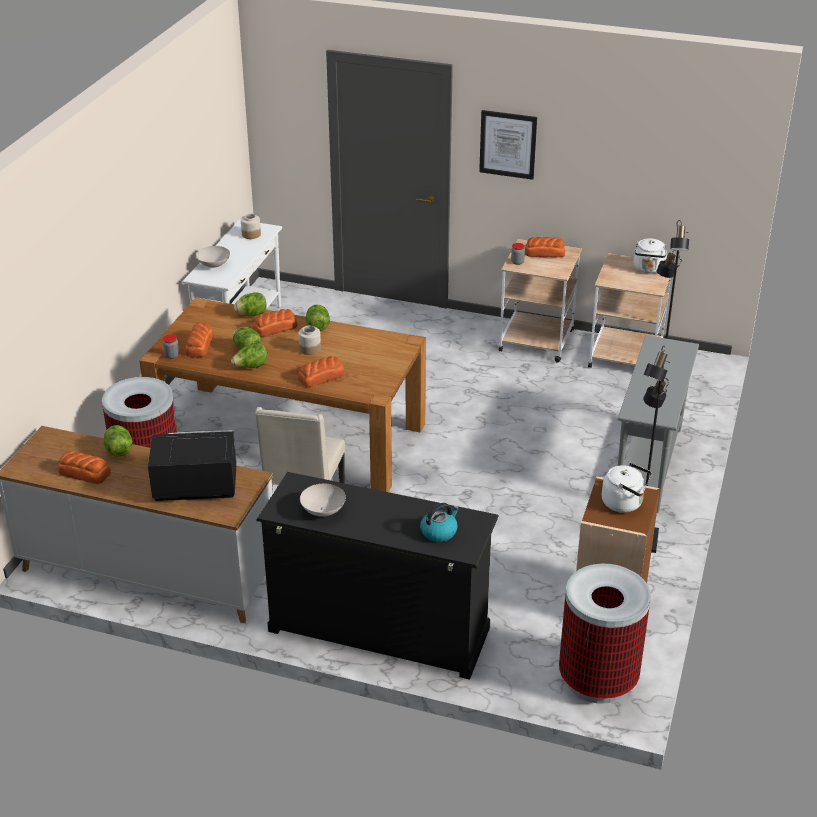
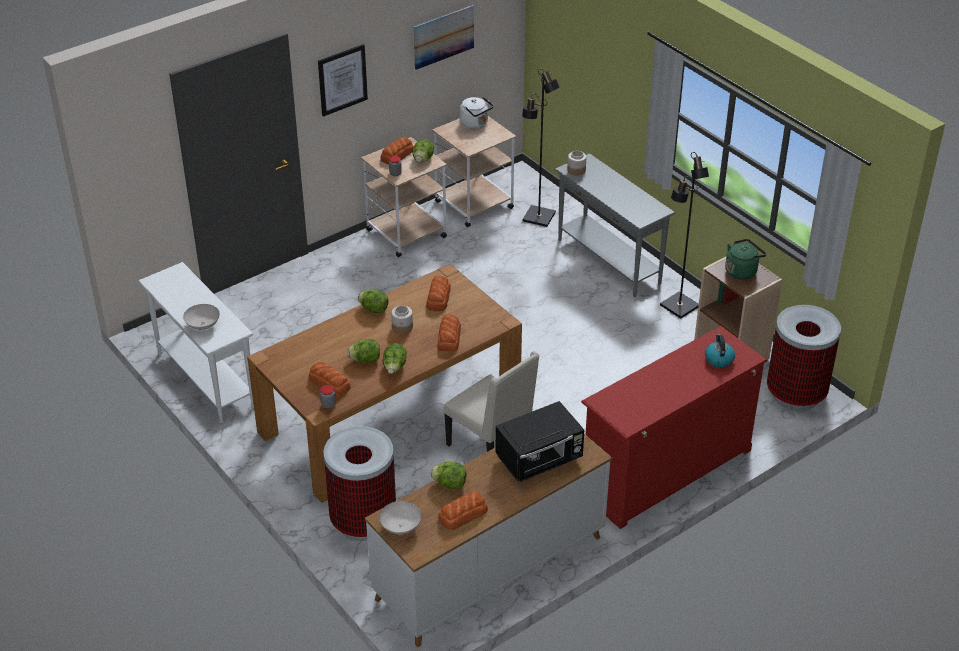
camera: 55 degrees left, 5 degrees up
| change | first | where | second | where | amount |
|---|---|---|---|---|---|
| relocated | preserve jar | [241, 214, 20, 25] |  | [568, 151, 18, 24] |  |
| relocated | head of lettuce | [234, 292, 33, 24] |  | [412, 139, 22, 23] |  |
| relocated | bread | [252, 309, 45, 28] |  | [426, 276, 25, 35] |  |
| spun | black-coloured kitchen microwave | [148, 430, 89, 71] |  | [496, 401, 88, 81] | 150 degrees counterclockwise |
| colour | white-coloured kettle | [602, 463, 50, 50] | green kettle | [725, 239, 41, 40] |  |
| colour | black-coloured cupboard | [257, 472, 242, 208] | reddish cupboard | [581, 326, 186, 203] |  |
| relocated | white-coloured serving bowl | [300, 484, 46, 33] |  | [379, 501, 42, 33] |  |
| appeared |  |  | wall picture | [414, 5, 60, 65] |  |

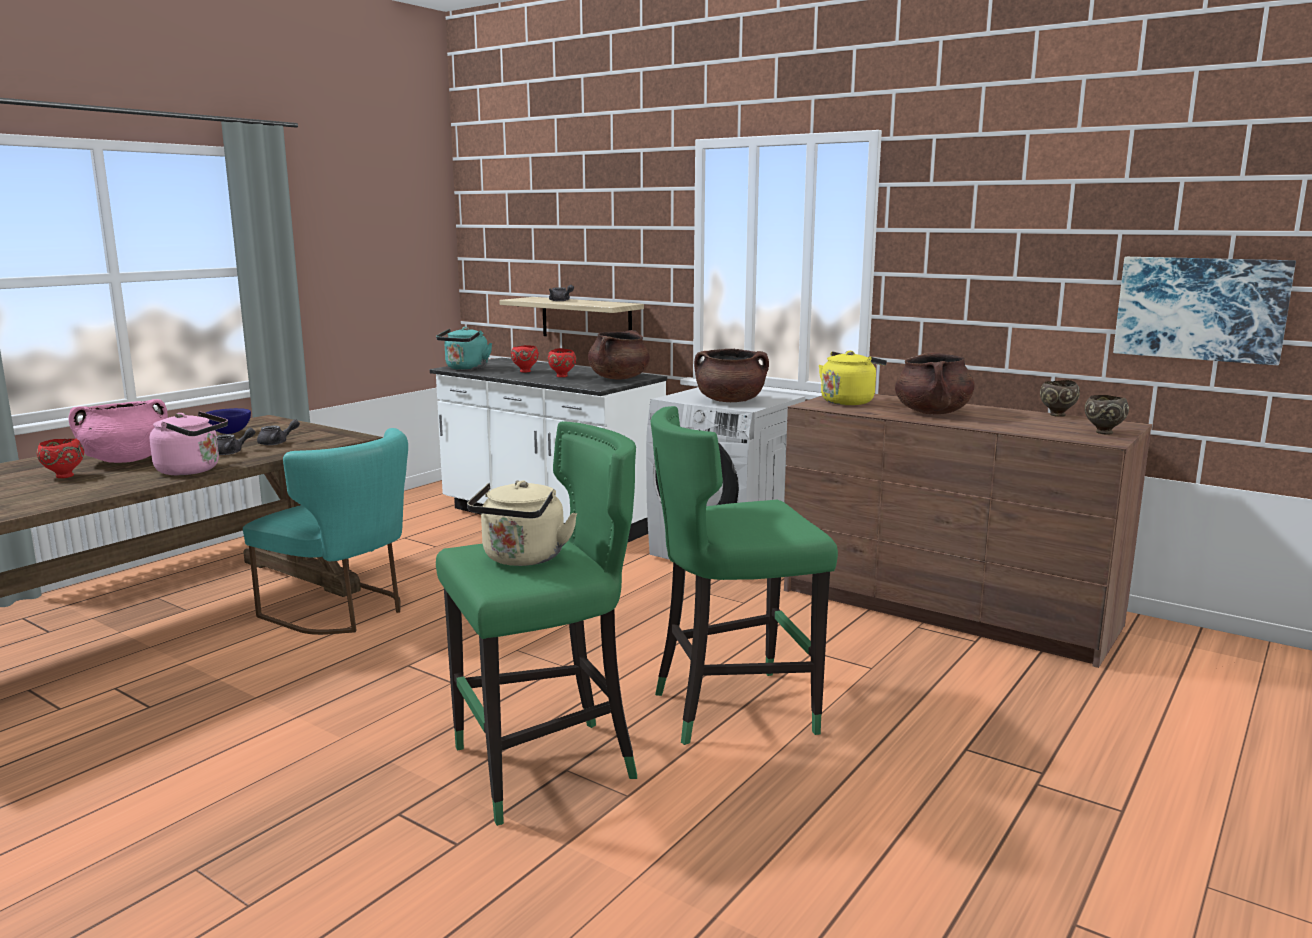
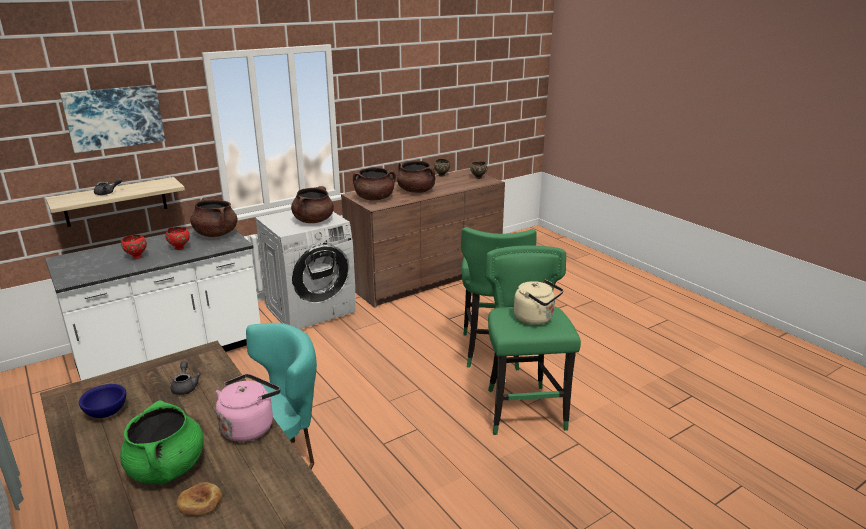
camera: 70 degrees left, 10 degrees up
| change | first | where | second | where | amount |
|---|---|---|---|---|---|
| relocated | wall picture | [1113, 257, 183, 108] |  | [60, 85, 105, 68] |  |
| missing | turquoise-coloured kettle | [436, 327, 56, 43] |  |  |  |
| exchanged | yellow-coloured kettle | [819, 351, 68, 54] | brownish stockpot | [353, 167, 43, 33] |  |
| colour | pinkish stockpot | [69, 399, 99, 64] | green stockpot | [120, 400, 83, 84] |  |
| missing | greyish tea pot | [217, 428, 38, 27] |  |  |  |
| exchanged | reddish serving bowl | [37, 439, 47, 39] | bread | [177, 482, 46, 34] |  |

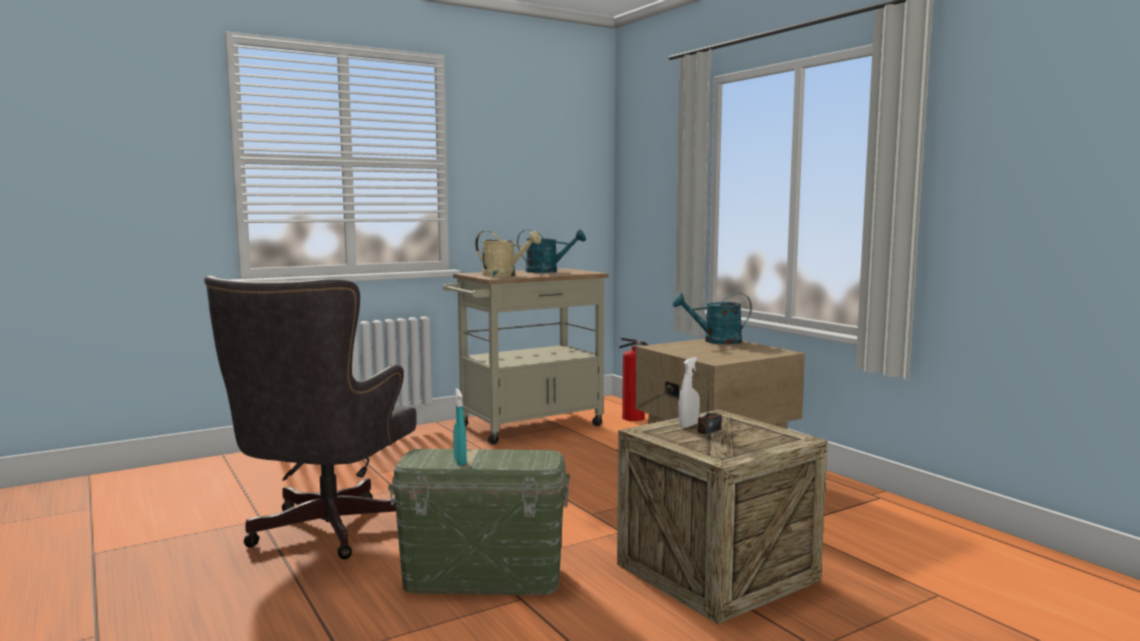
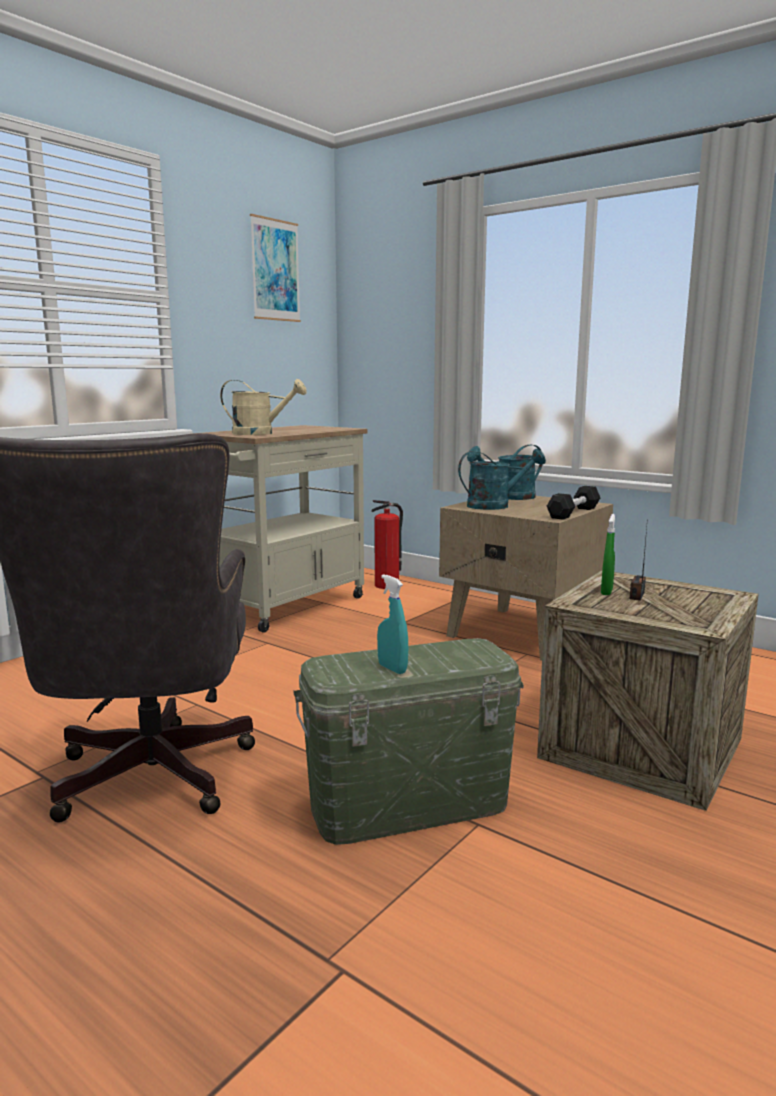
camera: 20 degrees left, 5 degrees up
| change | first | where | second | where | amount |
|---|---|---|---|---|---|
| relocated | turquoise-coloured watering pot | [517, 229, 69, 44] |  | [458, 449, 88, 61] |  |
| colour | white-coloured hand sprayer | [679, 357, 21, 71] | green hand sprayer | [601, 514, 14, 81] |  |
| appeared |  |  | wall picture | [250, 214, 51, 108] |  |
| appeared |  |  | black-coloured dumbbell | [547, 486, 53, 34] |  |

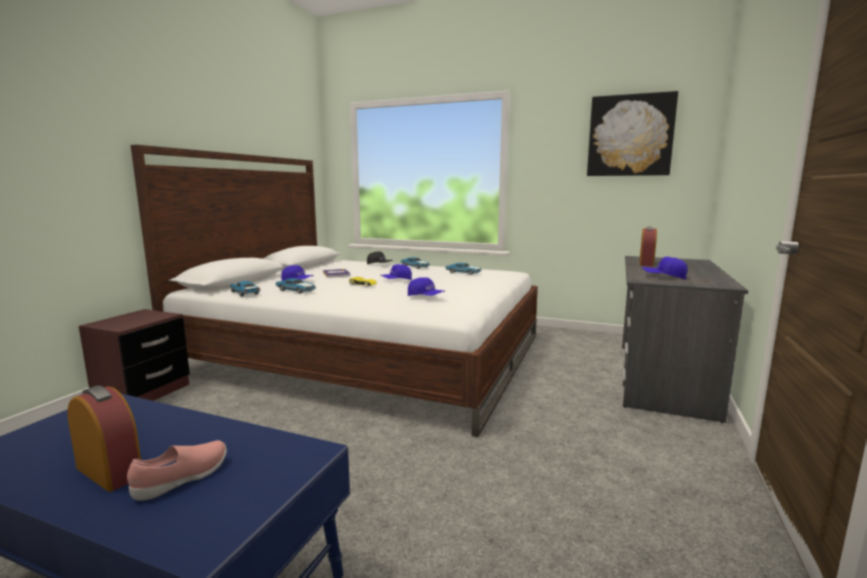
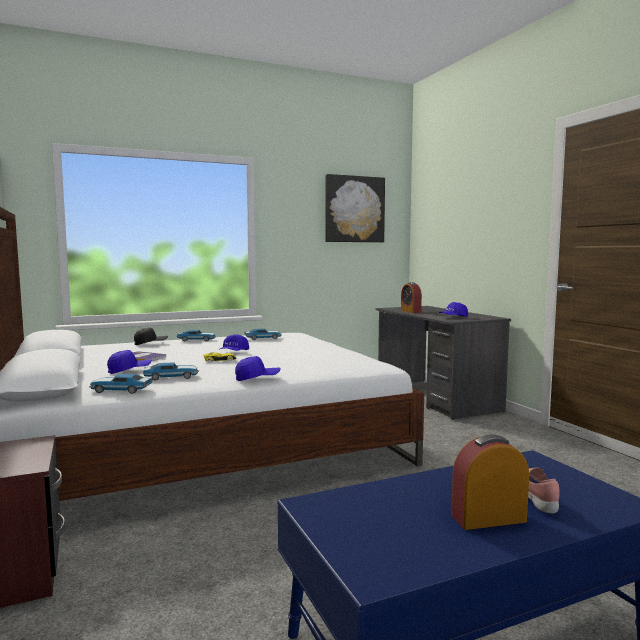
camera: 45 degrees left, 5 degrees down
| change | first | where | second | where | amount |
|---|---|---|---|---|---|
| relocated | bluish baseball cap | [408, 277, 37, 19] |  | [235, 356, 45, 25] |  |

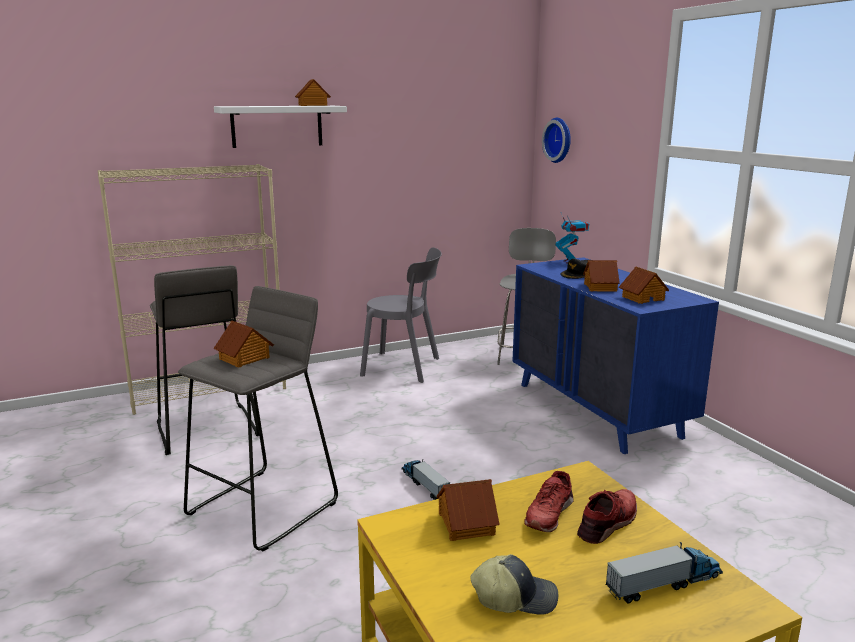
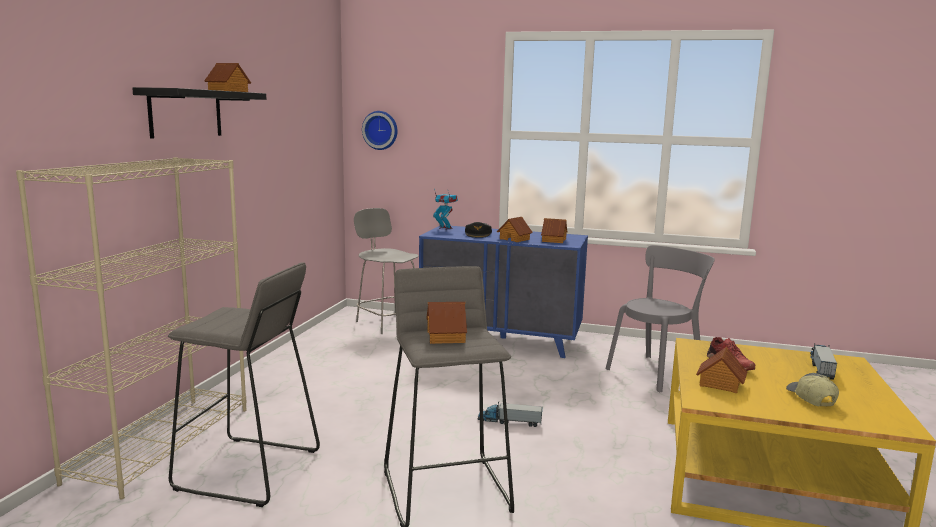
camera: 50 degrees left, 5 degrees down
| change | first | where | second | where | amount |
|---|---|---|---|---|---|
| colour | white-coloured wall shelf | [214, 106, 133, 42] | black-coloured wall shelf | [132, 87, 134, 51] |  |
| relocated | greyish chair | [360, 247, 82, 136] |  | [606, 245, 109, 148] |  |
| missing | reddish low shoe | [577, 489, 60, 55] |  |  |  |
| spun | baseball cap | [470, 554, 88, 60] |  | [786, 373, 53, 34] | 45 degrees counterclockwise |

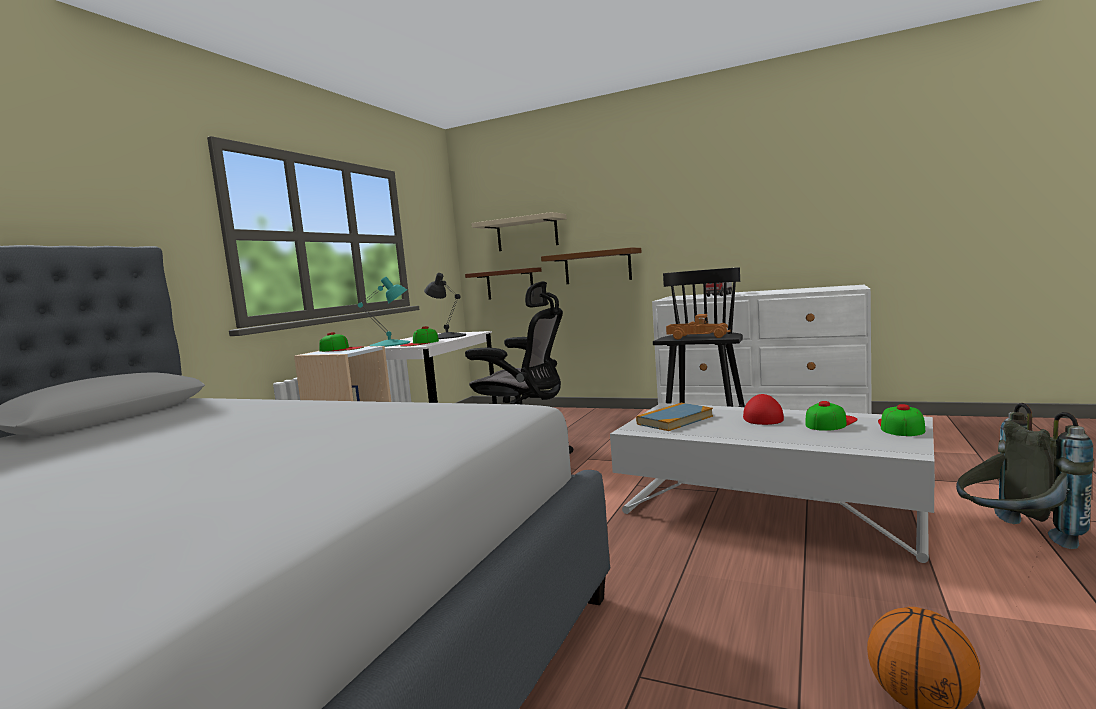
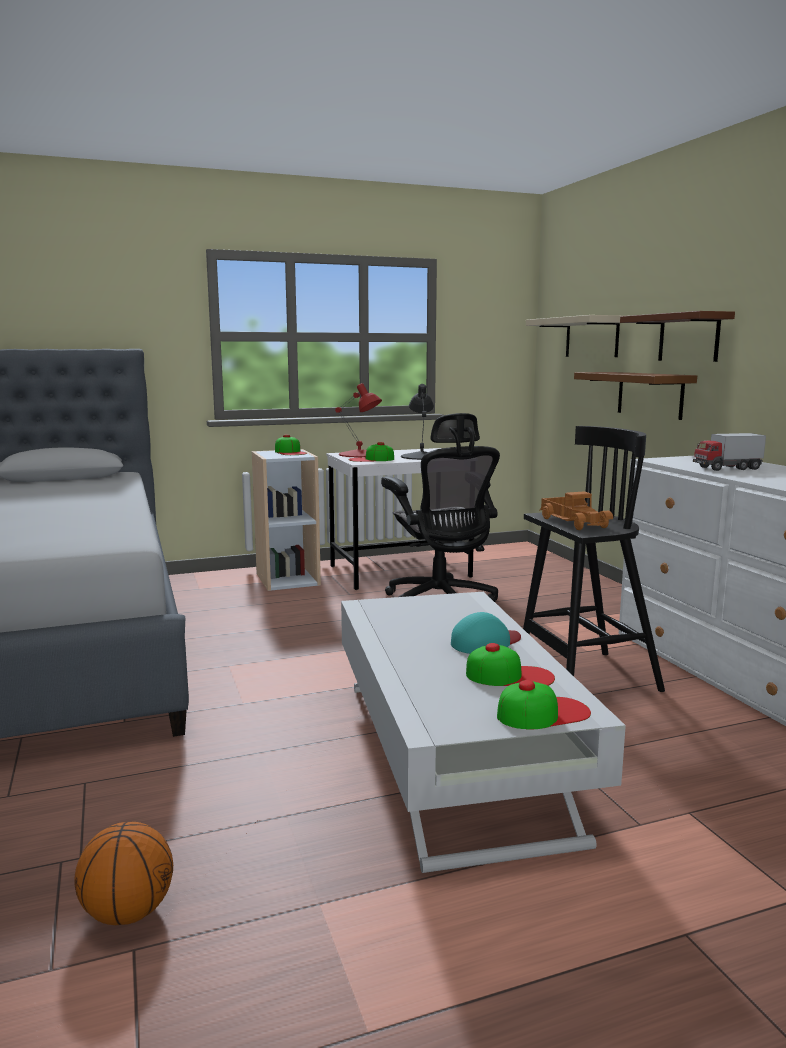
camera: 45 degrees right, 5 degrees up
| change | first | where | second | where | amount |
|---|---|---|---|---|---|
| relocated | brownish wall shelf | [465, 267, 77, 33] |  | [620, 311, 115, 51] |  |
| colour | turquoise-coloured tabletop lamp | [358, 277, 52, 70] | reddish tabletop lamp | [335, 383, 47, 74] |  |
| colour | reddish baseball cap | [743, 394, 41, 31] | turquoise-coloured baseball cap | [451, 612, 70, 42] |  |
| missing | book | [636, 403, 77, 28] |  |  |  |
| missing | greyish rucksack | [956, 403, 138, 146] |  |  |  |

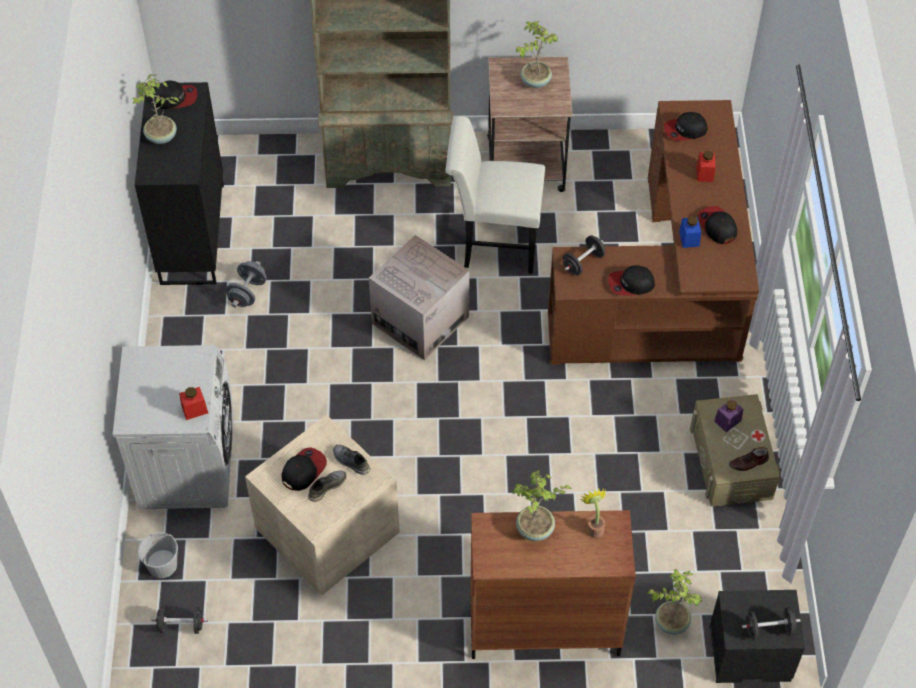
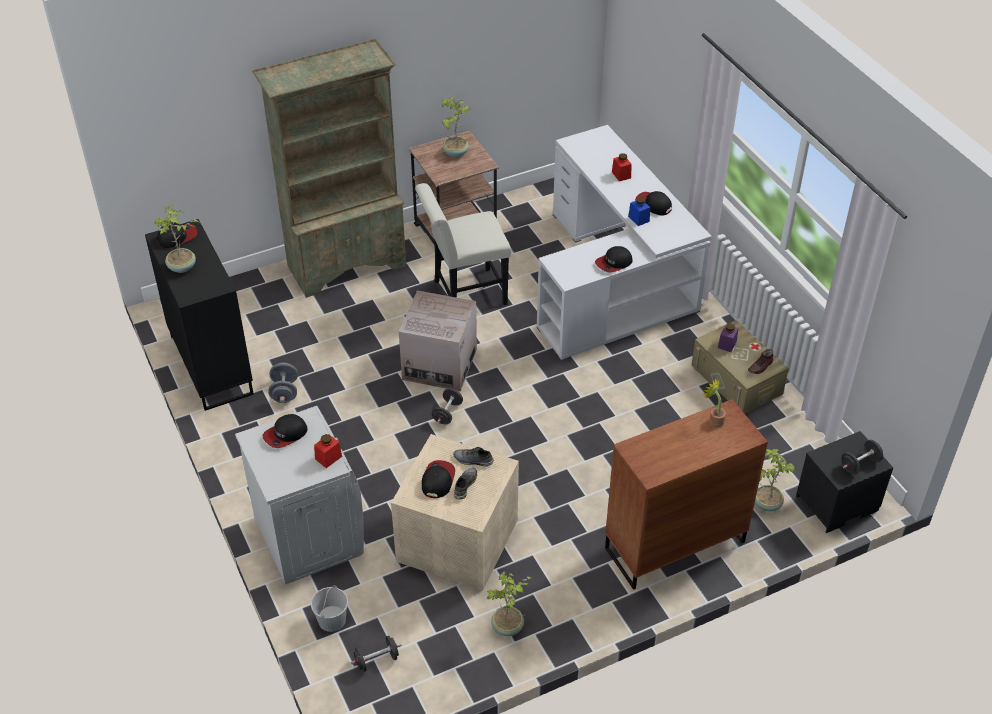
camera: 25 degrees left, 10 degrees down
| change | first | where | second | where | amount |
|---|---|---|---|---|---|
| colour | brownish desk unit | [548, 100, 211, 265] | white-coloured desk unit | [537, 125, 175, 236] |  |
| relocated | baseball cap | [664, 112, 44, 29] |  | [263, 414, 44, 34] |  |
| relocated | black-coloured dumbbell | [563, 235, 42, 40] |  | [432, 388, 31, 36] |  |
| relocated | plant in a pot | [512, 470, 60, 71] |  | [487, 572, 44, 64] |  |

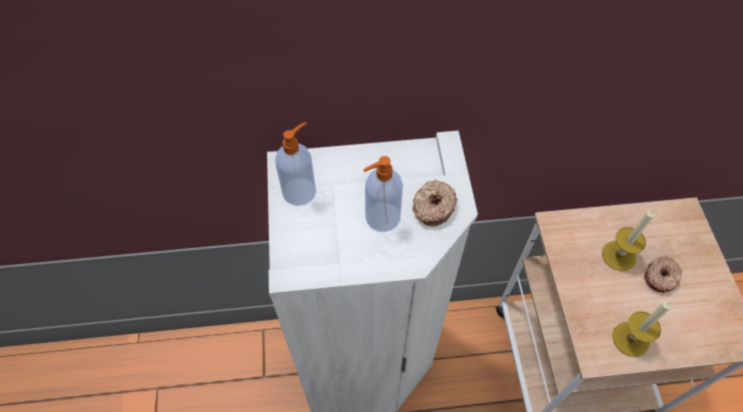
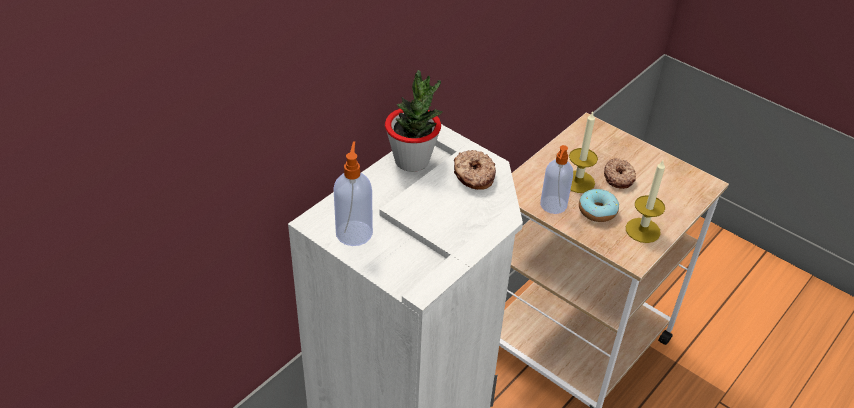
camera: 45 degrees left, 15 degrees down
| change | first | where | second | where | amount |
|---|---|---|---|---|---|
| relocated | liquid soap bottle | [363, 156, 40, 76] |  | [540, 145, 33, 69] |  |
| appeared |  |  | plant in a pot | [385, 70, 58, 102] |  |
| appeared |  |  | ring doughnut | [579, 189, 40, 33] |  |

